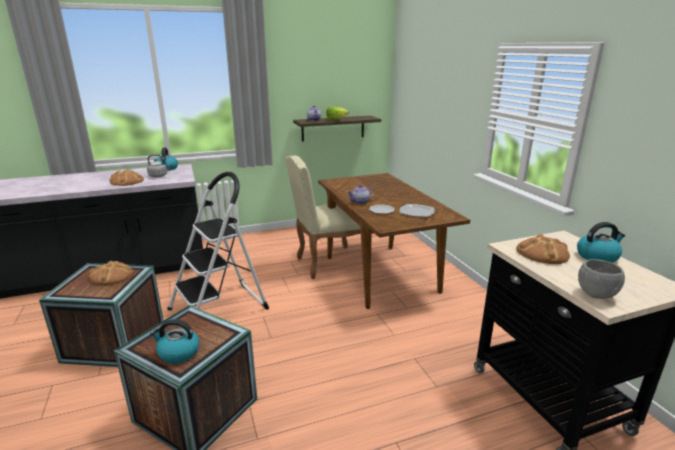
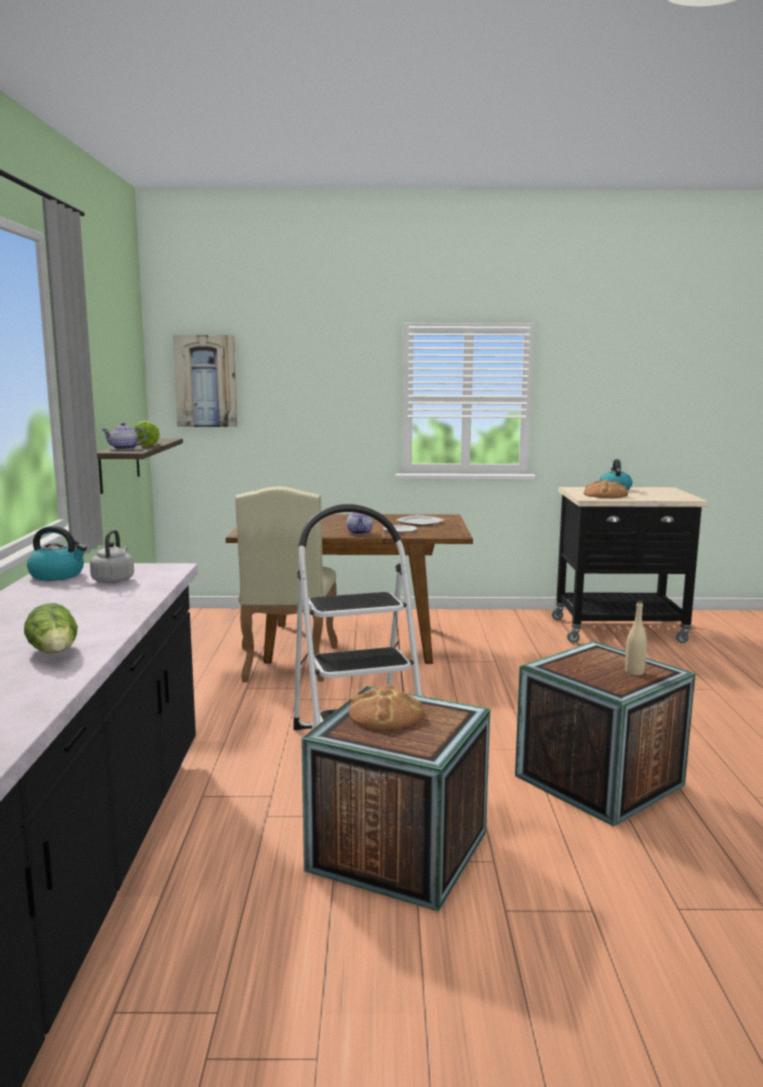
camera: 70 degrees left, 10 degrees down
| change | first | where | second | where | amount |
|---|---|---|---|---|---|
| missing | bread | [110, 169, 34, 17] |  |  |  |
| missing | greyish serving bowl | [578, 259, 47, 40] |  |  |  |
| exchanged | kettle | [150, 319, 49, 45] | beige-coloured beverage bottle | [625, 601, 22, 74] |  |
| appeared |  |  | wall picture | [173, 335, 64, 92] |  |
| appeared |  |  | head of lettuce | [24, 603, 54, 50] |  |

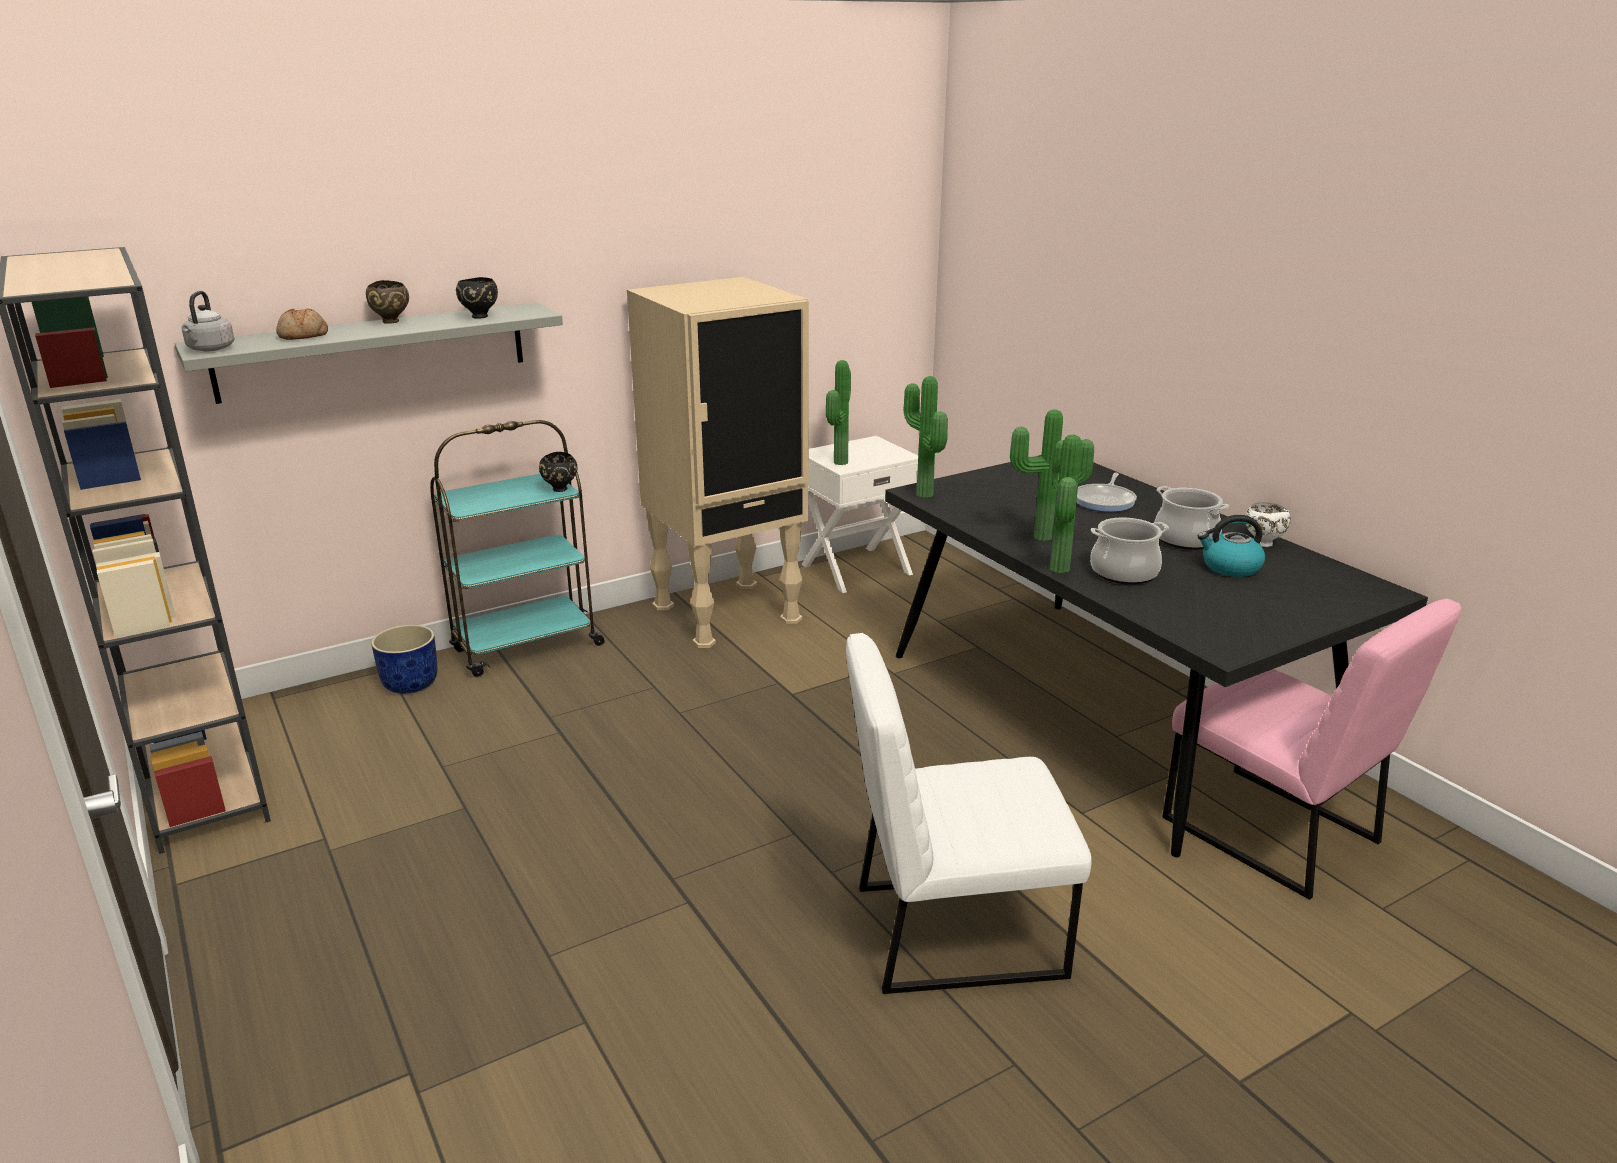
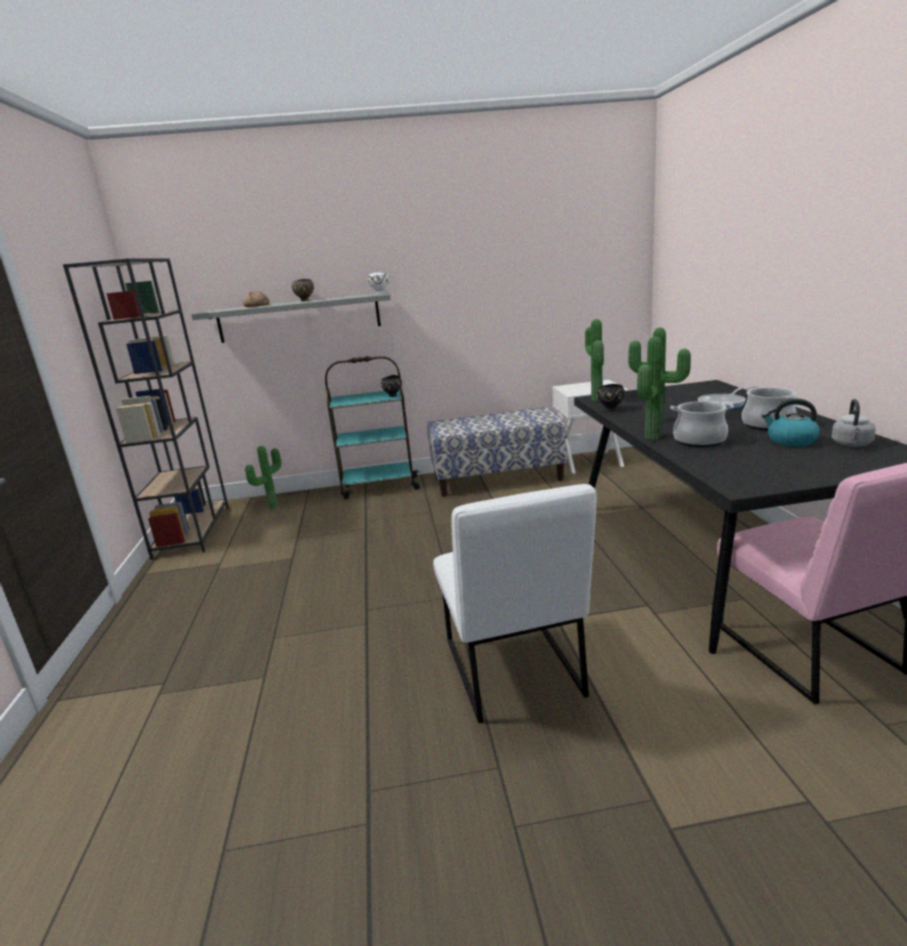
camera: 25 degrees right, 5 degrees down
| change | first | where | second | where | amount |
|---|---|---|---|---|---|
| relocated | black-coloured serving bowl | [456, 277, 42, 42] |  | [597, 384, 28, 27] |  |
| exchanged | beige-coloured cupboard | [627, 277, 182, 371] | long seat | [427, 407, 140, 90] |  |
| relocated | greyish kettle | [182, 291, 53, 60] |  | [832, 399, 44, 48] |  |
| relocated | plant in a pot | [826, 360, 25, 105] |  | [245, 446, 36, 63] |  |
| relocated | white-coloured serving bowl | [1245, 502, 46, 45] |  | [368, 272, 22, 22] |  |
| missing | bluish flower pot | [371, 625, 66, 69] |  |  |  |
| spun | white-coloured chair | [846, 633, 245, 361] |  | [433, 484, 164, 239] | 120 degrees counterclockwise |

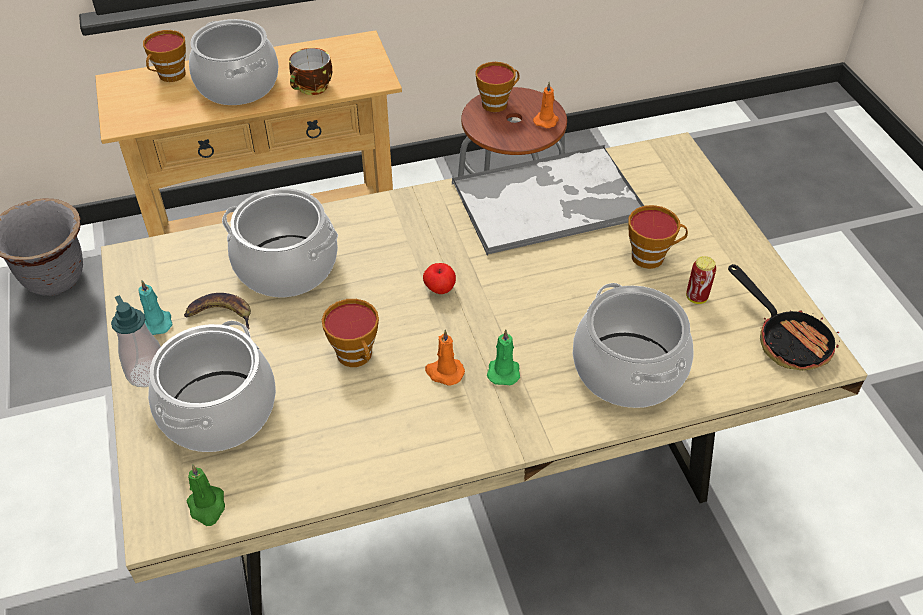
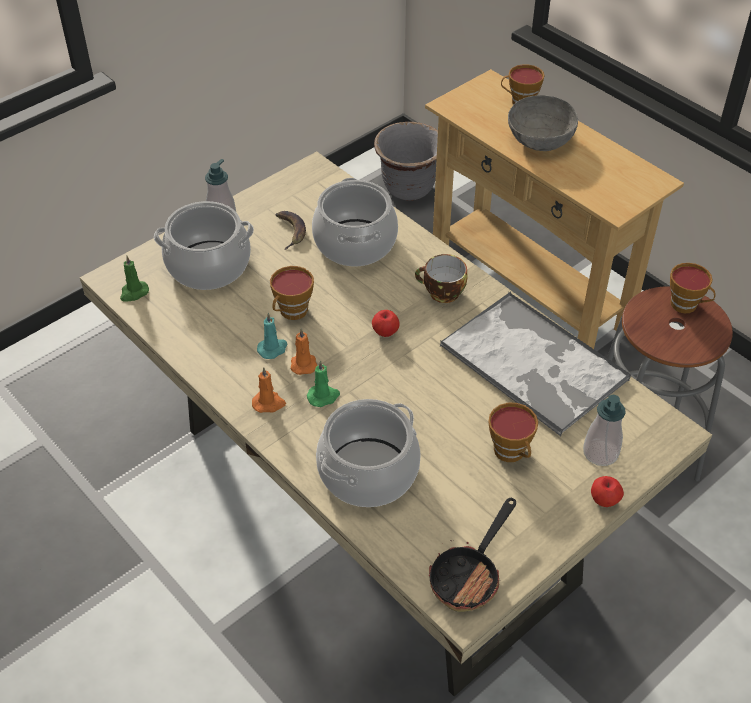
camera: 65 degrees right, 0 degrees up
| change | first | where | second | where | amount |
|---|---|---|---|---|---|
| exchanged | stockpot | [189, 19, 89, 86] | greyish serving bowl | [508, 95, 70, 56] |  |
| relocated | small cup | [289, 48, 43, 47] |  | [415, 254, 53, 49] |  |
| relocated | orangey wax candle | [533, 81, 26, 47] |  | [252, 367, 34, 46] |  |
| missing | can | [686, 256, 30, 48] |  |  |  |
| relocated | turquoise-coloured wax candle | [138, 280, 35, 55] |  | [257, 313, 31, 46] |  |
| appeared |  |  | liquid soap bottle | [583, 395, 43, 71] |  |
| appeared |  |  | whole apple | [591, 476, 33, 31] |  |

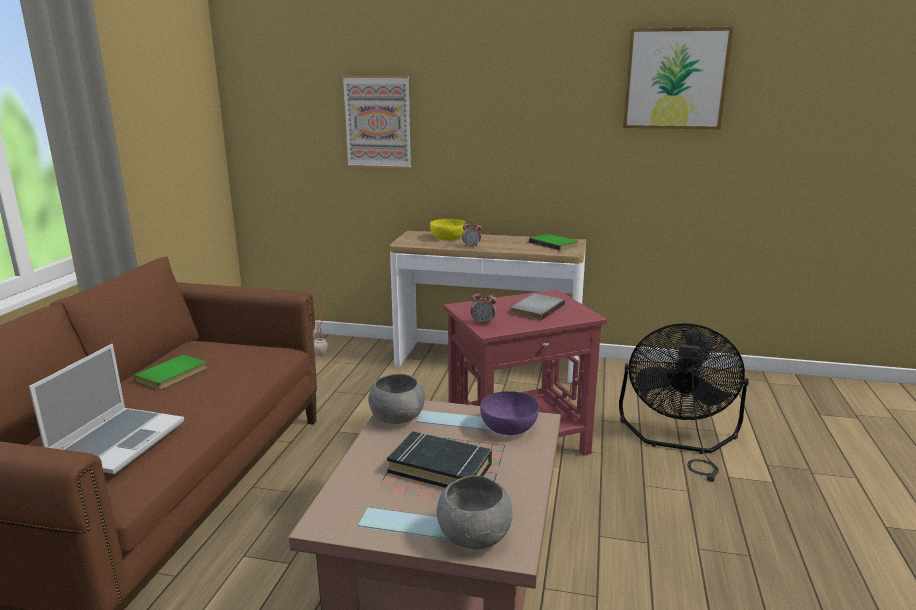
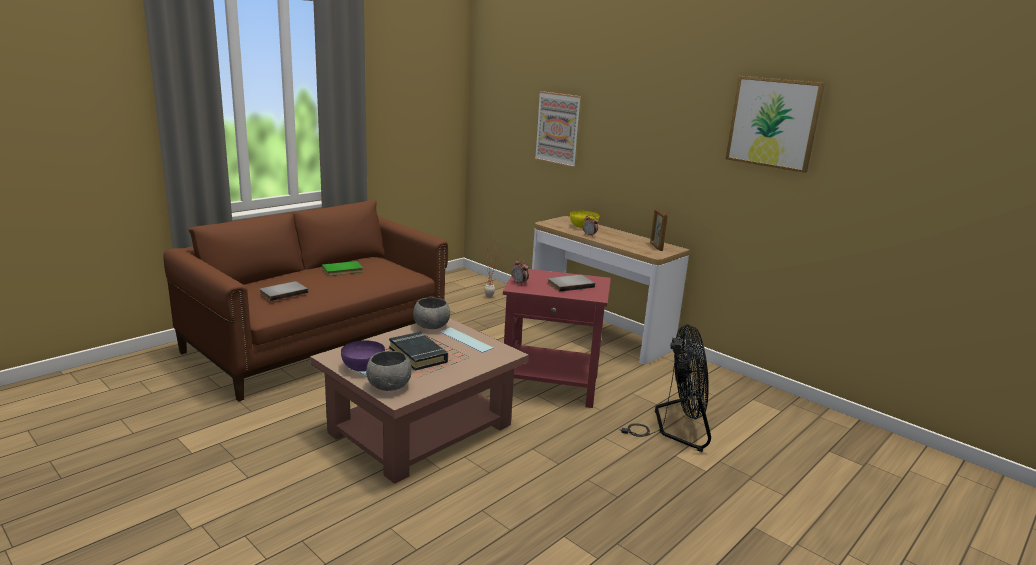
camera: 30 degrees right, 0 degrees up
| change | first | where | second | where | amount |
|---|---|---|---|---|---|
| exchanged | green book | [529, 234, 49, 17] | picture frame | [650, 208, 18, 43] |  |
| spun | black-coloured electric fan | [619, 323, 130, 159] |  | [620, 324, 91, 128] | 45 degrees clockwise |
| exchanged | laptop | [29, 344, 155, 130] | greyish book | [259, 281, 49, 20] |  |
| relocated | purplish serving bowl | [480, 391, 59, 44] |  | [341, 340, 44, 32] |  |

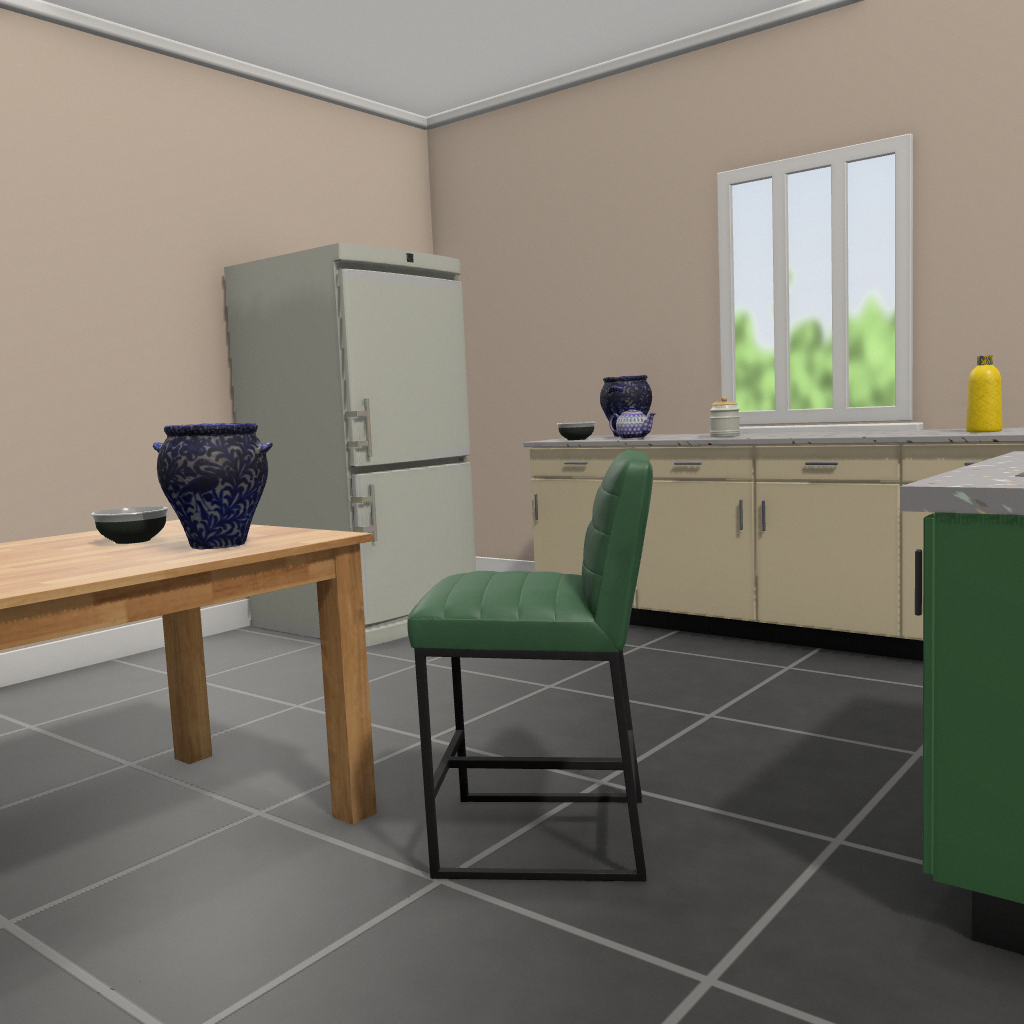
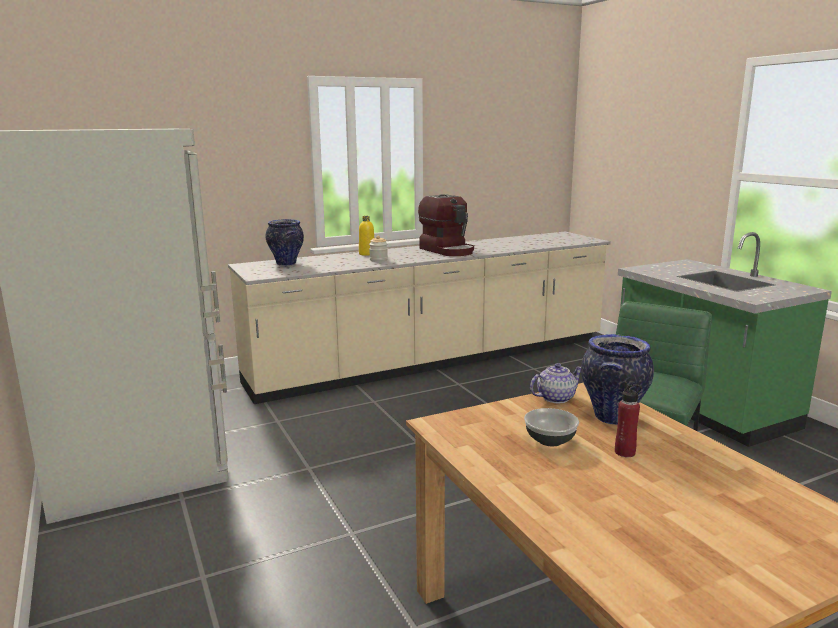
camera: 65 degrees left, 10 degrees up
| change | first | where | second | where | amount |
|---|---|---|---|---|---|
| relocated | yellow-coloured beverage bottle | [966, 355, 36, 77] |  | [359, 216, 15, 40] |  |
| relocated | tea pot | [609, 406, 47, 33] |  | [530, 363, 51, 40] |  |
| missing | serving bowl | [557, 422, 39, 18] |  |  |  |
| appeared |  |  | coffee brewer | [418, 194, 56, 62] |  |
| appeared |  |  | reddish beverage bottle | [615, 382, 27, 75] |  |

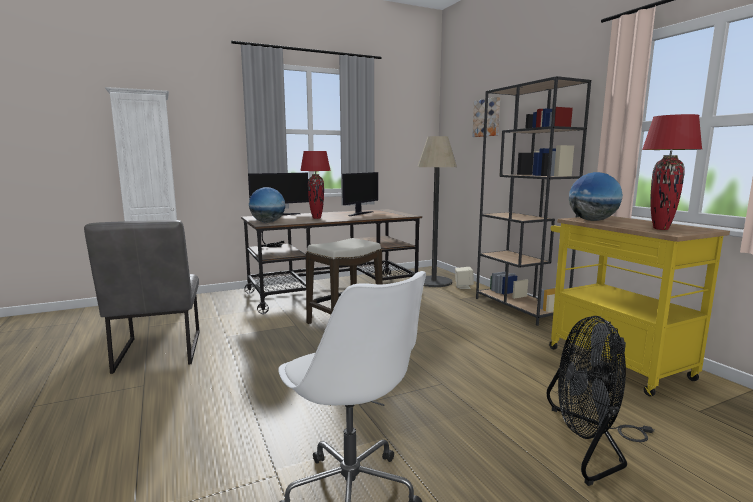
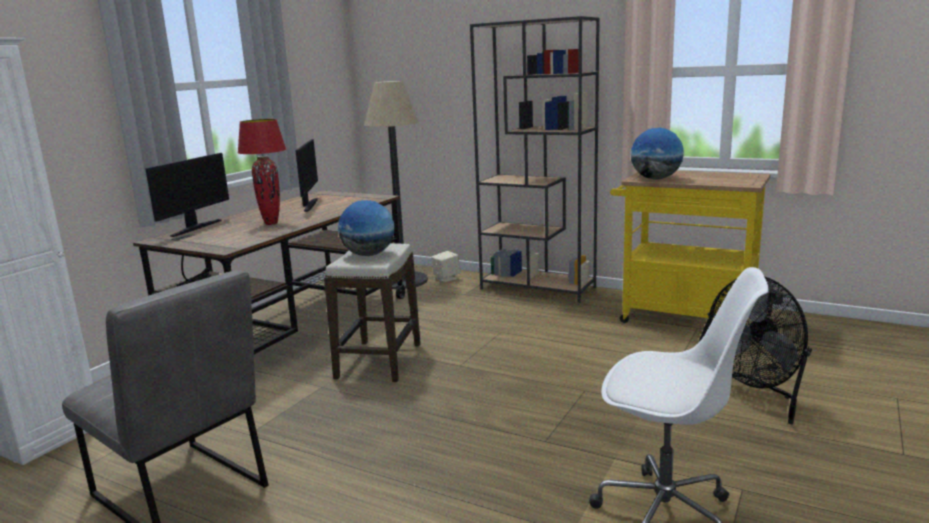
camera: 35 degrees left, 5 degrees up
| change | first | where | second | where | amount |
|---|---|---|---|---|---|
| missing | wall picture | [472, 97, 28, 40] |  |  |  |
| missing | reddish tabletop lamp | [642, 114, 60, 116] |  |  |  |
| relocated | desk globe | [249, 187, 36, 36] |  | [338, 200, 56, 56] |  |

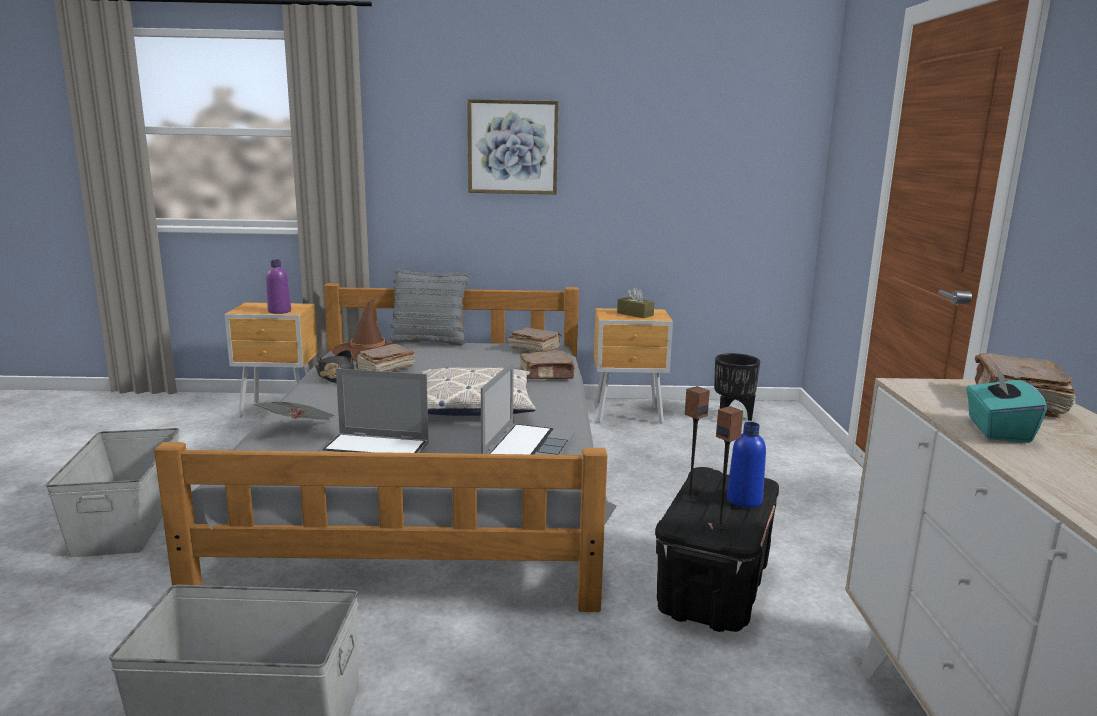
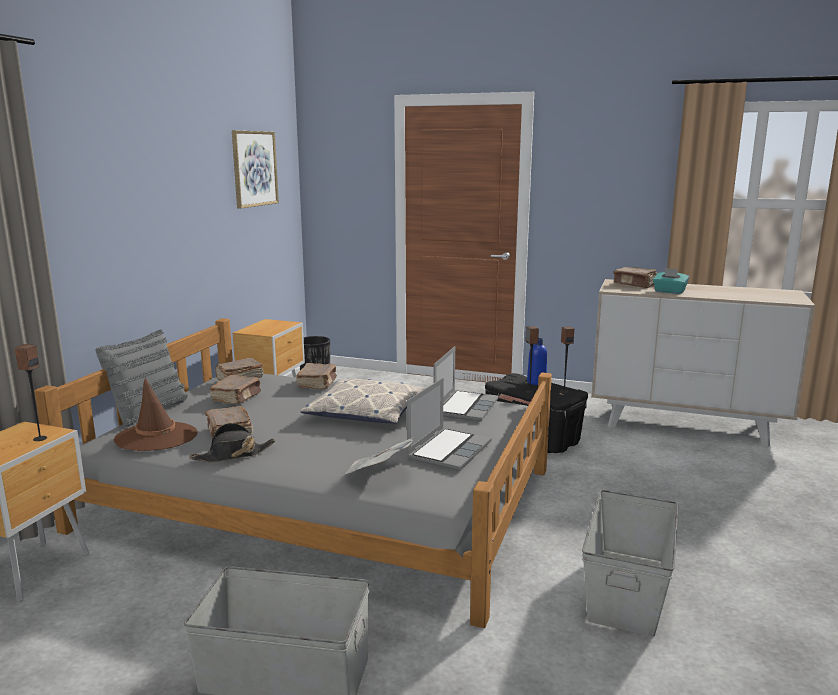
camera: 70 degrees left, 0 degrees up
| change | first | where | second | where | amount |
|---|---|---|---|---|---|
| relocated | wall picture | [467, 99, 92, 95] |  | [232, 130, 47, 79] |  |
| exchanged | purplish beverage bottle | [266, 260, 25, 54] | loudspeaker | [14, 344, 33, 97] |  |
| missing | brownish tissue box | [617, 287, 37, 31] |  |  |  |
| spun | laptop | [481, 362, 94, 93] |  | [433, 346, 66, 75] | 75 degrees clockwise |
| appeared |  |  | brownish book | [210, 375, 51, 29] |  |

